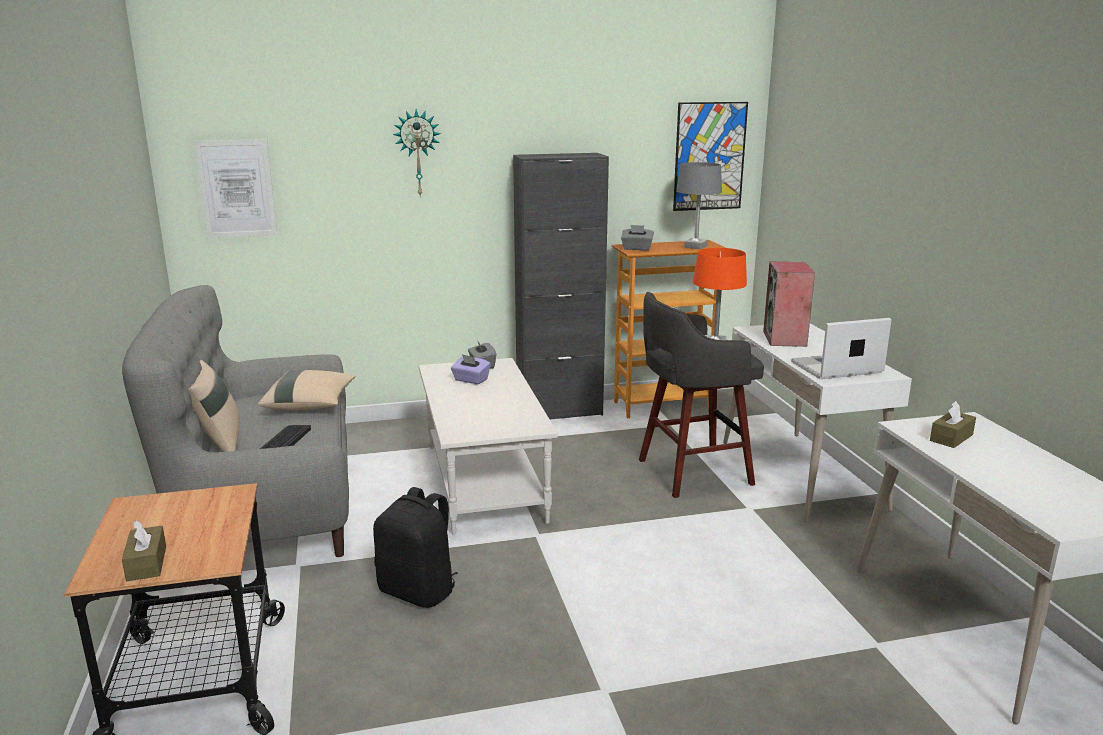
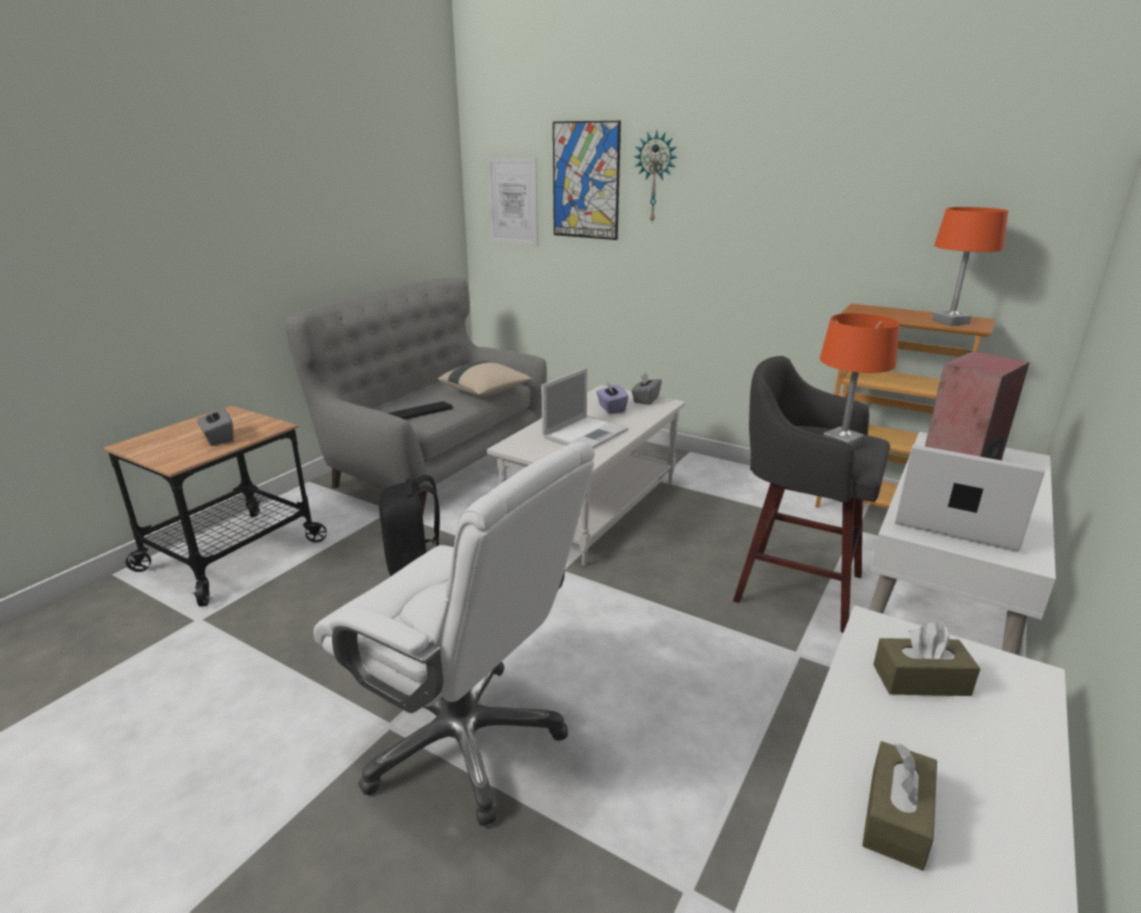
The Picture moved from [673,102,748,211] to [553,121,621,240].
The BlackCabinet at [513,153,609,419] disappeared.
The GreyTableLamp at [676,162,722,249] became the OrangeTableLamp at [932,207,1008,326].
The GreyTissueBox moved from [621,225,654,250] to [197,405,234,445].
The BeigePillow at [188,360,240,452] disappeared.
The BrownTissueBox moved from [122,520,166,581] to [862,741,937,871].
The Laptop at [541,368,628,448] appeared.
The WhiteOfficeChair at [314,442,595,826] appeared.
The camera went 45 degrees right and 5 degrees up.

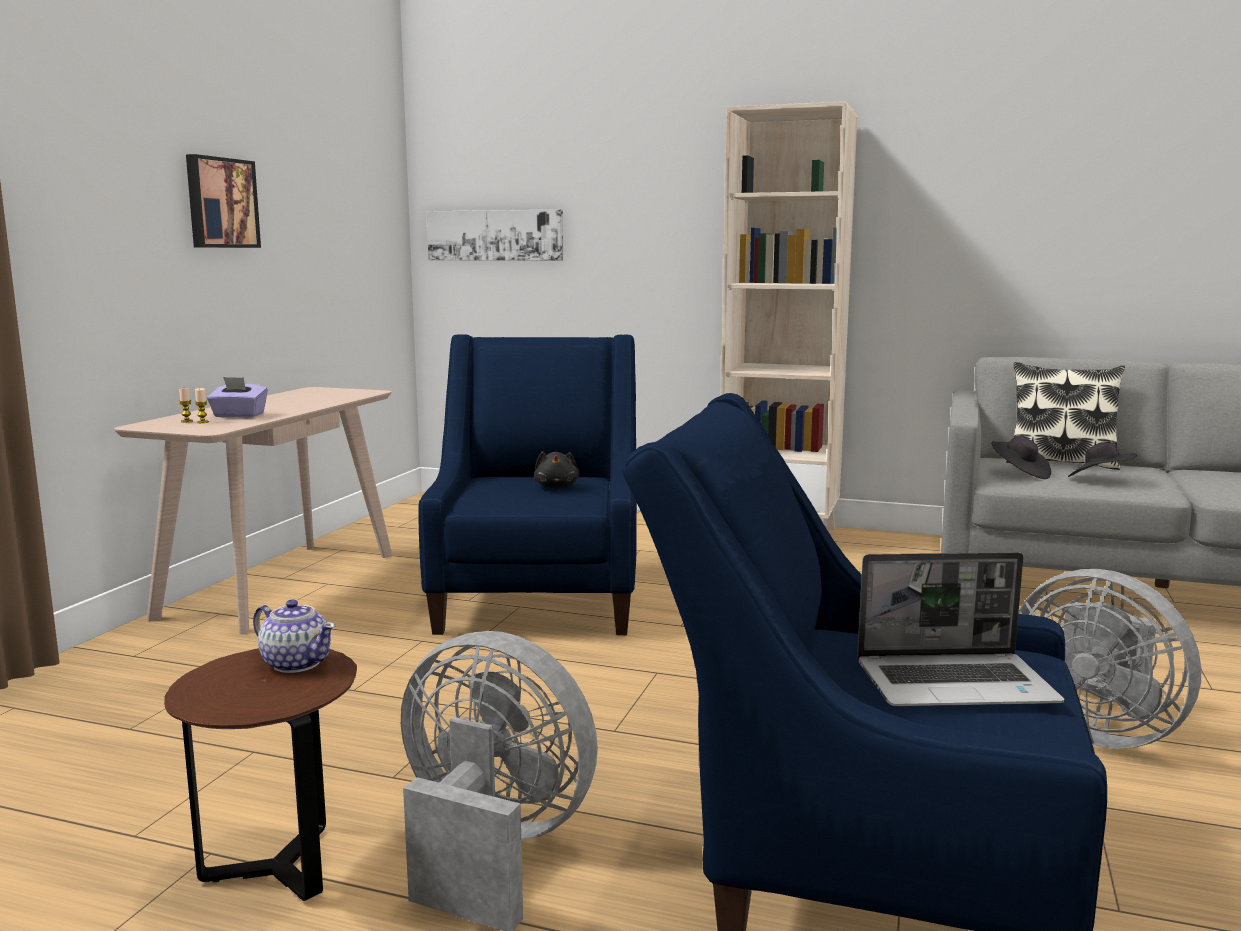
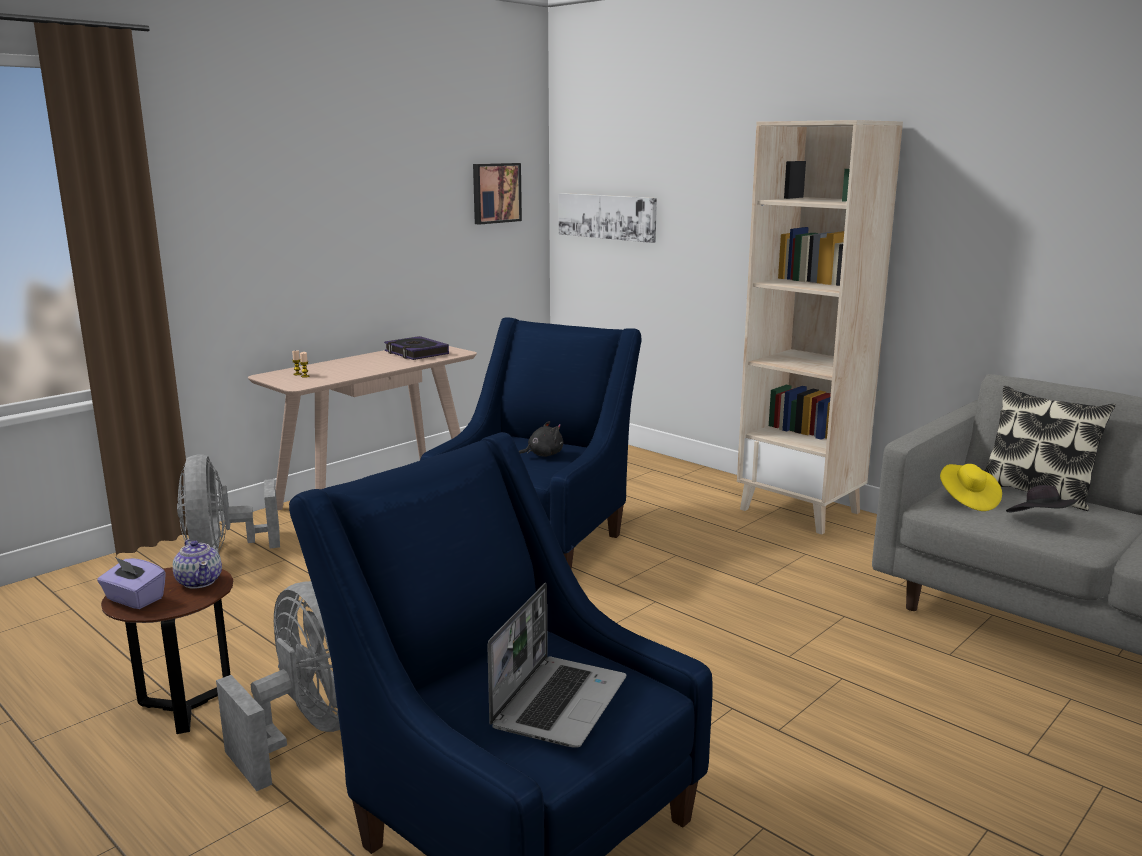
The Picture moved from [186,154,261,248] to [473,163,522,225].
The PurpleTissueBox moved from [207,377,268,418] to [97,557,166,609].
The BlackHat at [991,436,1051,479] became the YellowHat at [940,464,1002,511].
The BlackPlushToy at [534,451,579,489] turned 135 degrees counterclockwise.
The Laptop at [857,552,1064,706] turned 90 degrees counterclockwise.
The GreyFan moved from [1018,569,1202,749] to [177,454,280,553].
The Book at [384,336,449,360] appeared.
The camera went 25 degrees right and 5 degrees up.

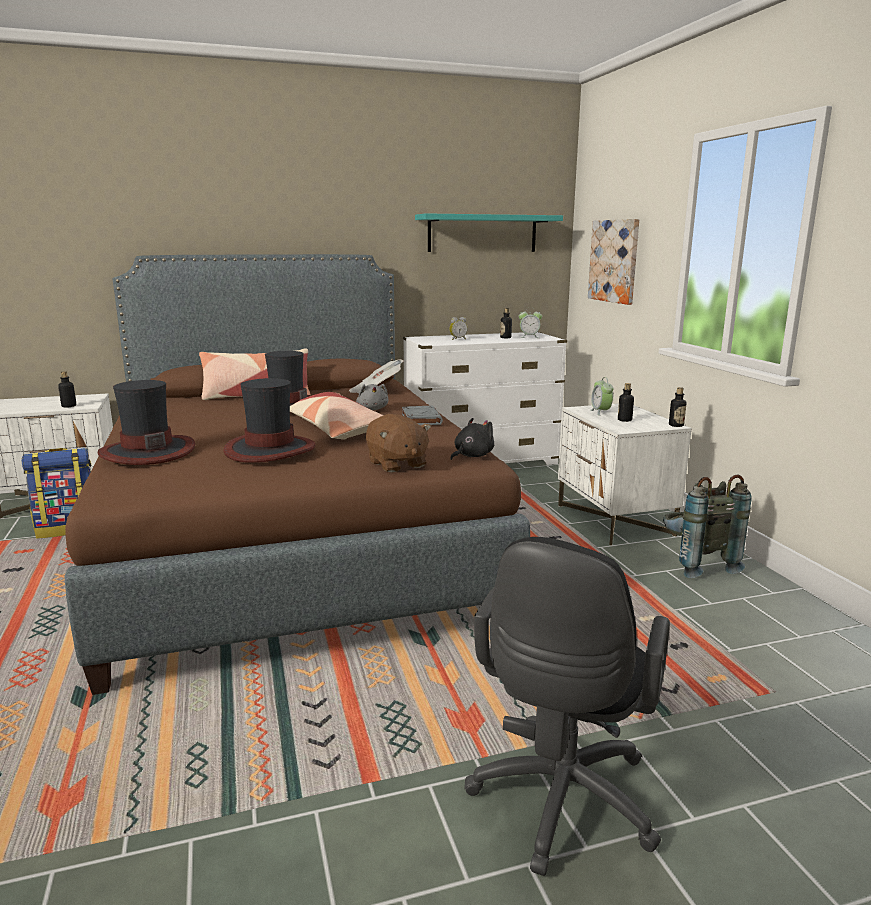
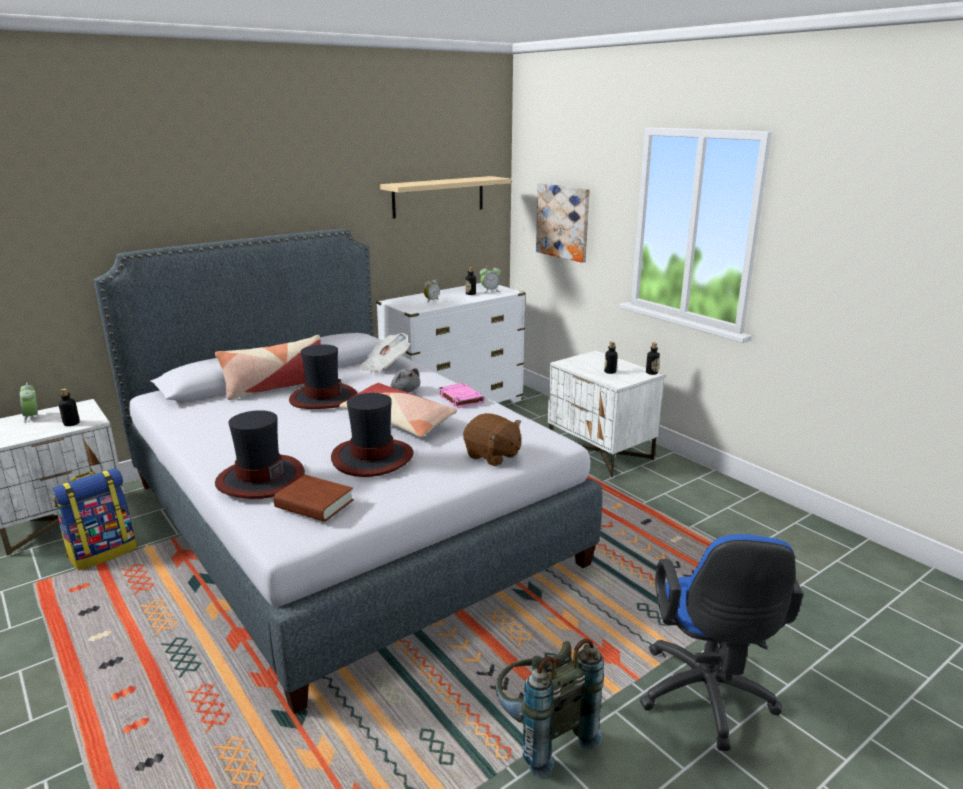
The TurquoiseShelf at [415,213,563,252] became the BeigeShelf at [380,176,511,219].
The BrownBed at [65,254,530,695] became the GreyBed at [93,229,602,714].
The AlarmClock moved from [590,377,613,416] to [20,383,38,423].
The GreyBook at [402,406,443,426] became the PinkBook at [438,383,485,408].
The BlackPlushToy at [450,418,494,460] disappeared.
The GreyBackpack moved from [663,475,752,578] to [495,639,604,778].
The BlackOfficeChair at [465,537,670,876] became the BlueOfficeChair at [640,534,803,751].
The BrownBook at [273,475,354,522] appeared.
The camera went 20 degrees left and 5 degrees up.

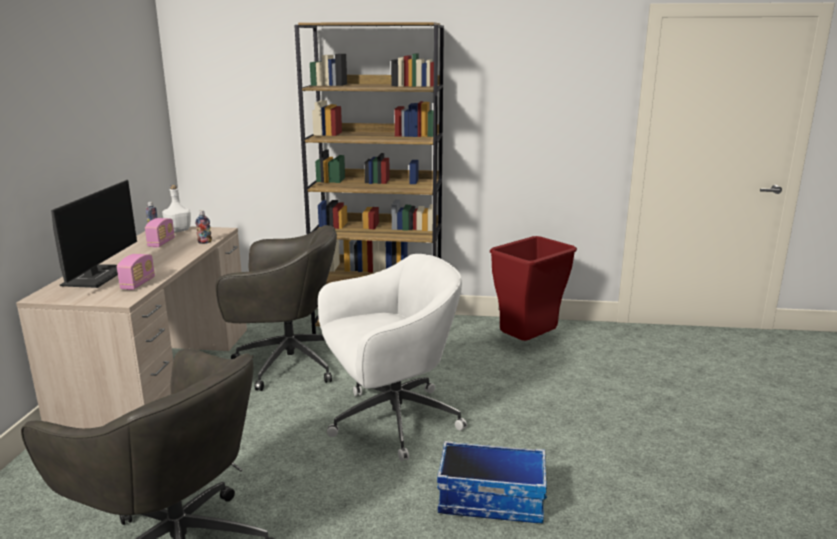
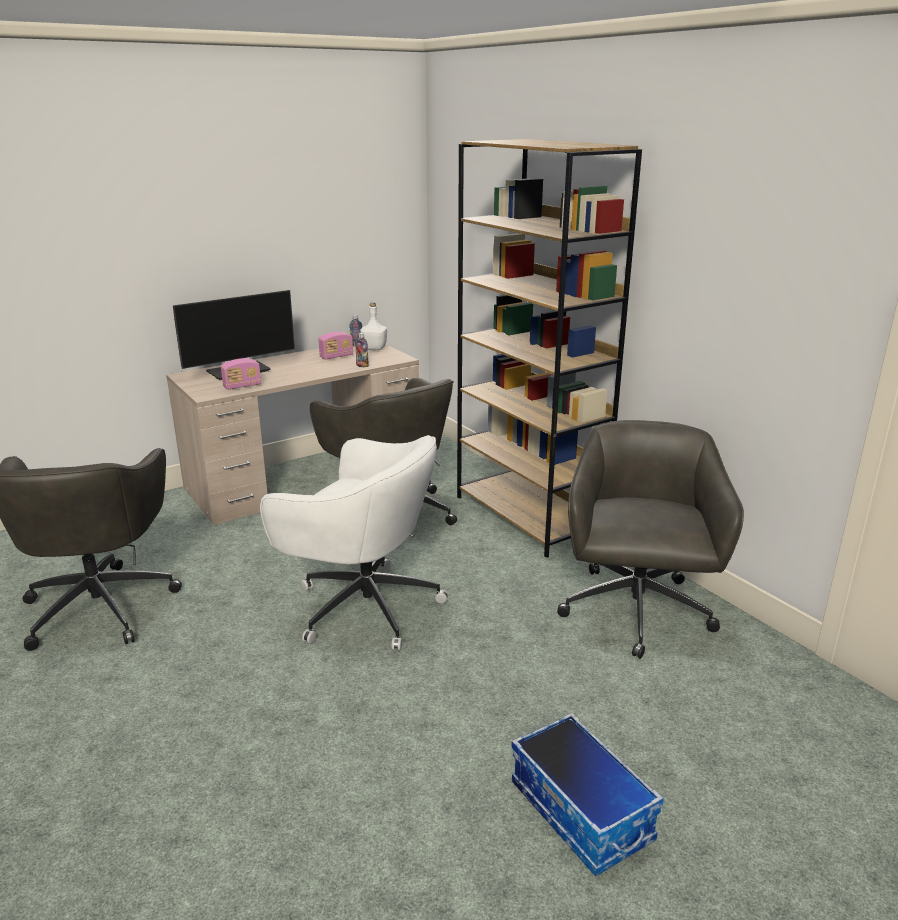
The RedTrashCan at [490,236,577,341] was replaced by the GreyOfficeChair at [557,420,744,659].
The StorageBox moved from [437,441,547,523] to [511,713,664,876].
The camera went 50 degrees right and 5 degrees up.

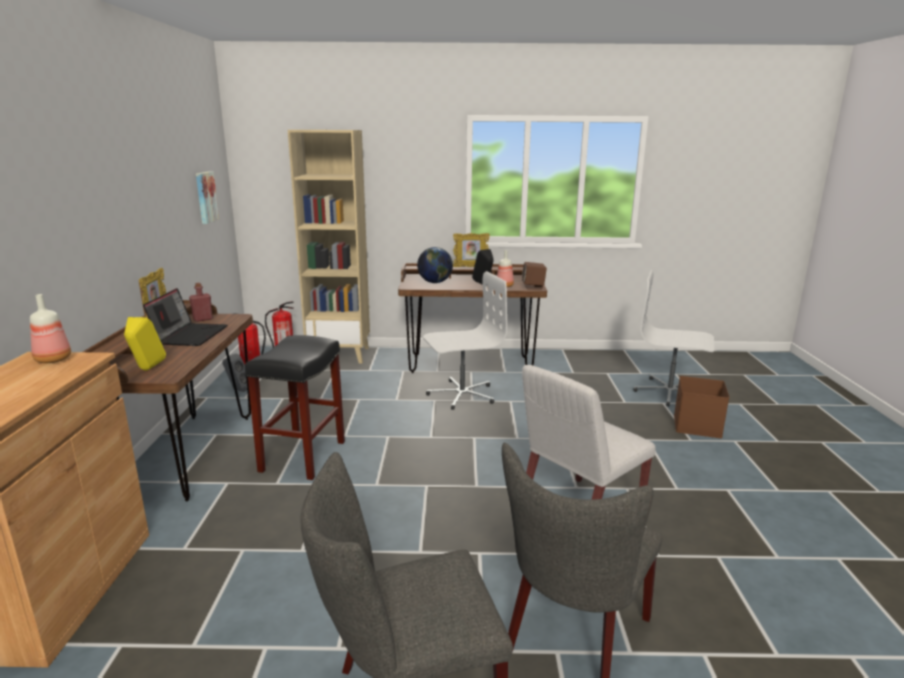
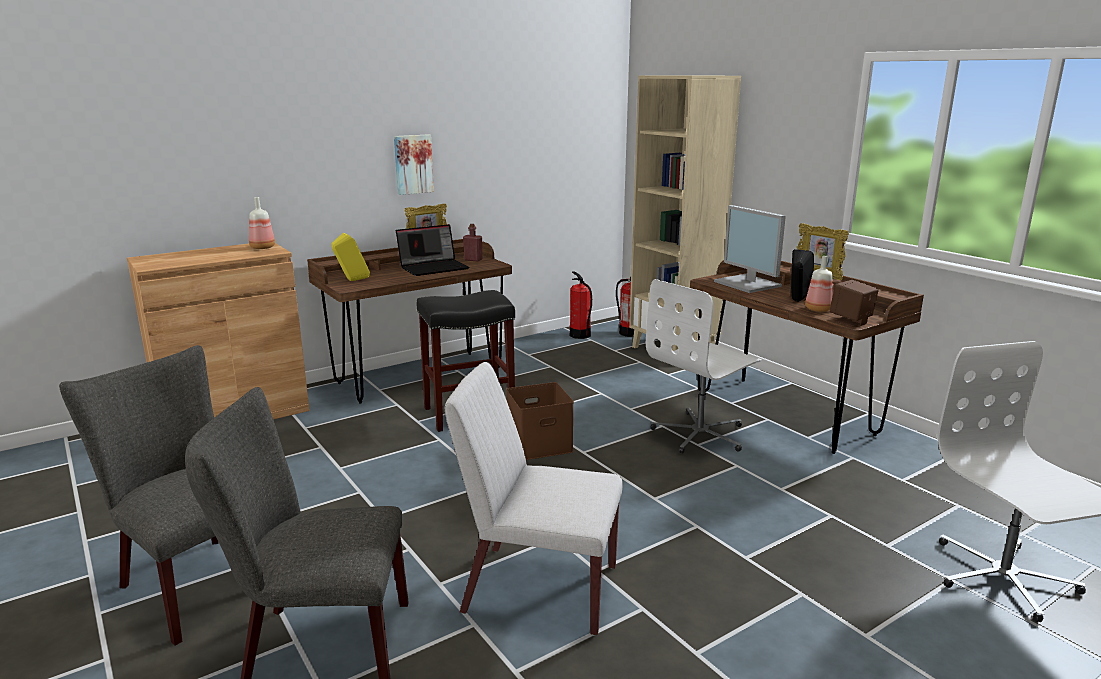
The Picture moved from [196,171,219,224] to [394,134,434,195].
The Globe at [417,247,453,283] was replaced by the Monitor at [714,205,786,293].
The WhiteOfficeChair at [423,271,507,410] turned 105 degrees clockwise.
The GreySpeaker at [222,353,247,392] disappeared.
The BrownStorageBox moved from [674,376,729,438] to [506,382,574,460].
The camera went 55 degrees right and 0 degrees up.

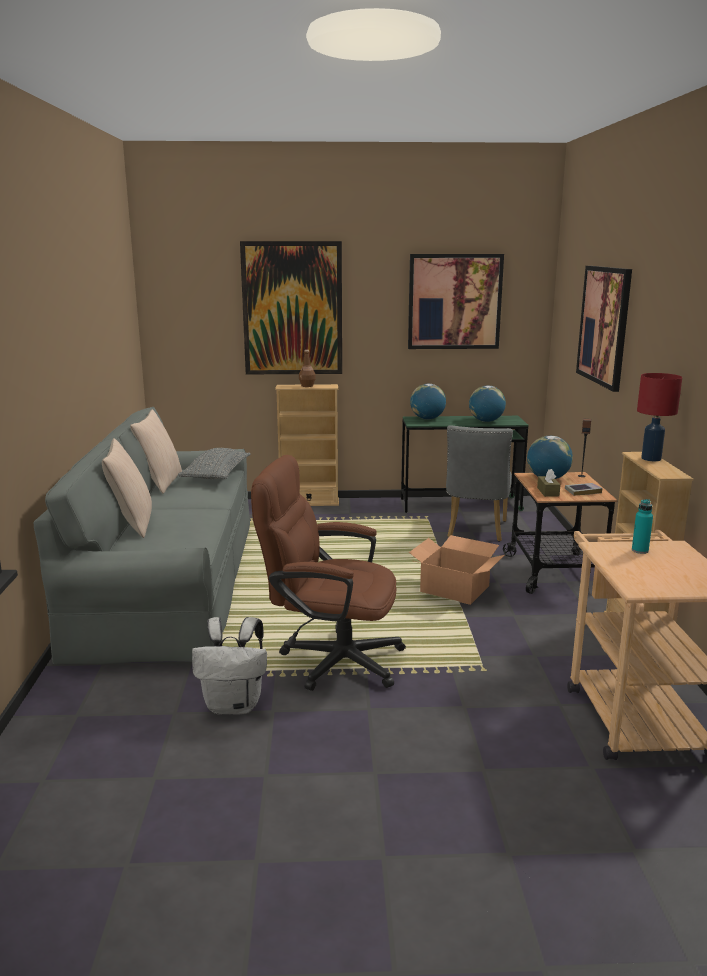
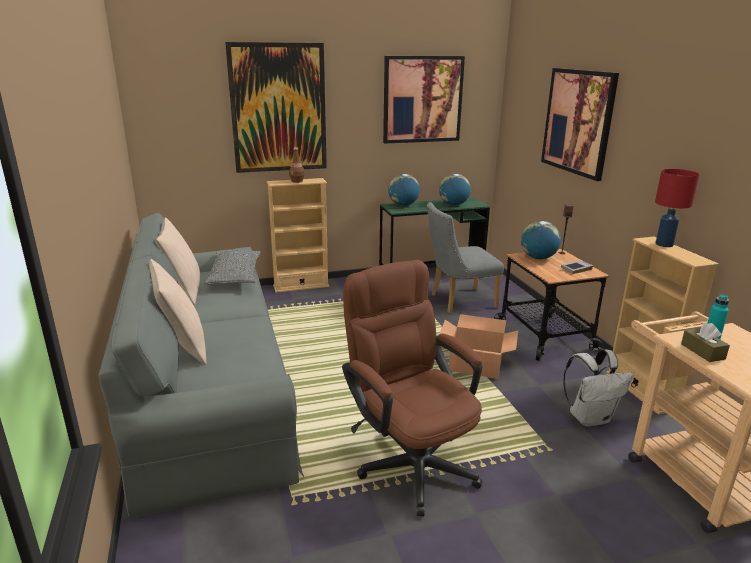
The GreyChair at [446,425,513,542] turned 75 degrees clockwise.
The BrownOfficeChair at [251,455,406,691] turned 60 degrees clockwise.
The BrownTissueBox moved from [537,469,560,497] to [681,322,730,362].
The WhiteBackpack moved from [192,617,267,714] to [563,349,634,427].
The camera went 15 degrees left and 5 degrees up.

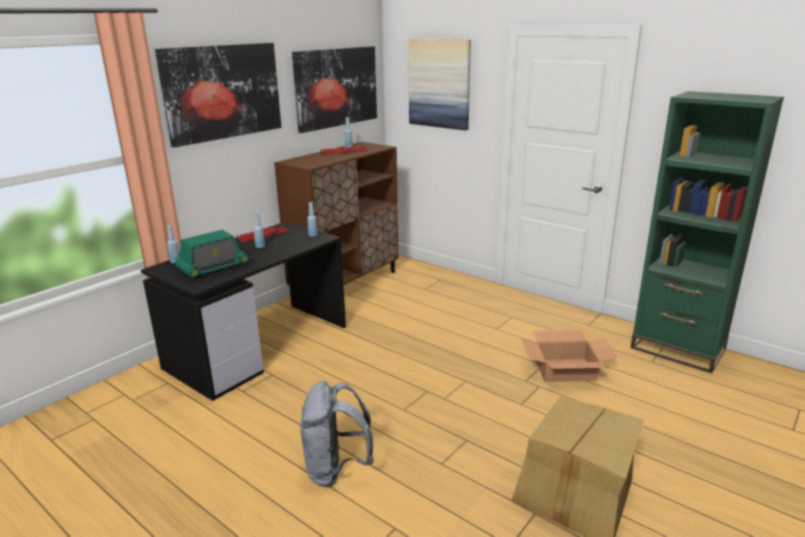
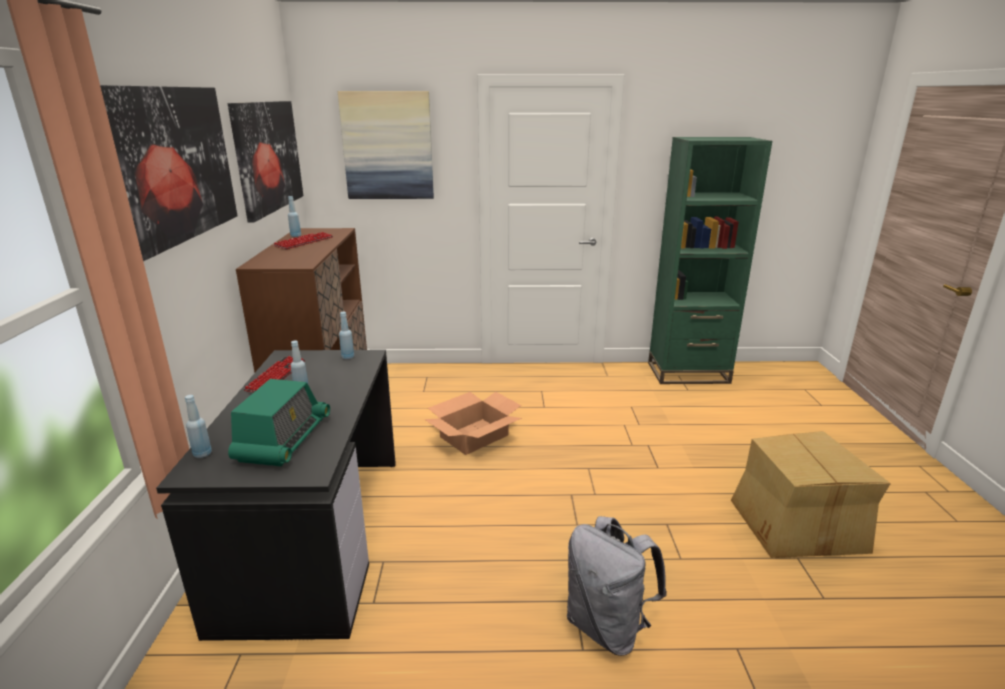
The CardboardBox moved from [521,330,618,382] to [424,392,522,455].
The camera went 40 degrees left and 0 degrees up.

